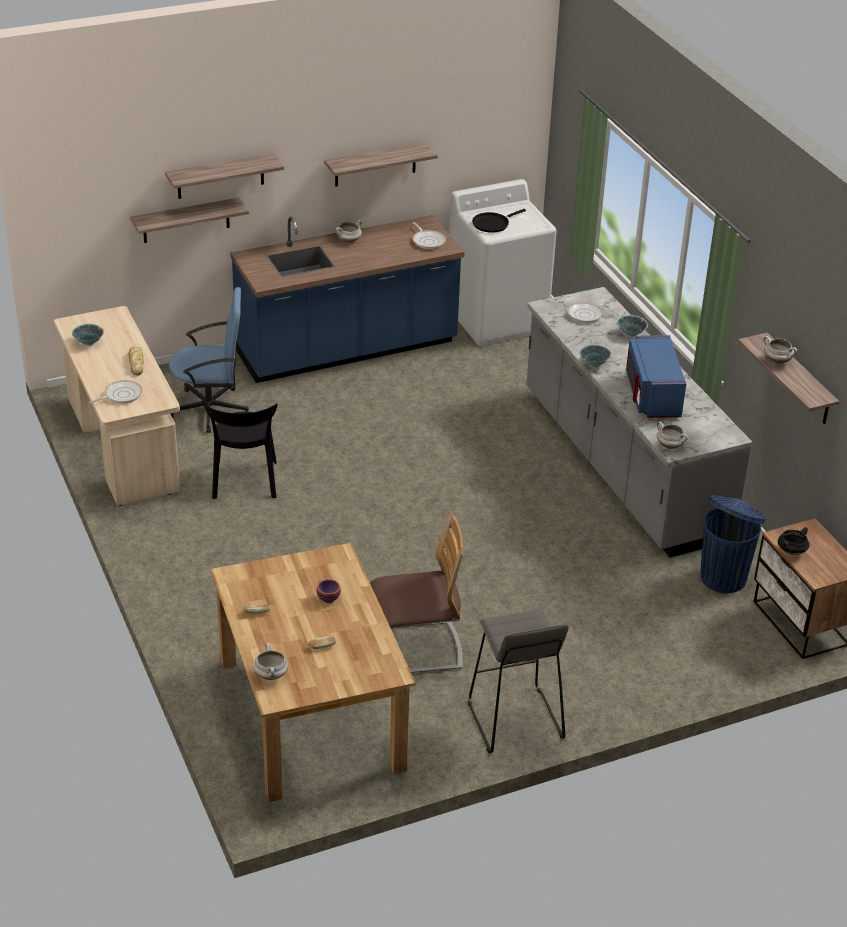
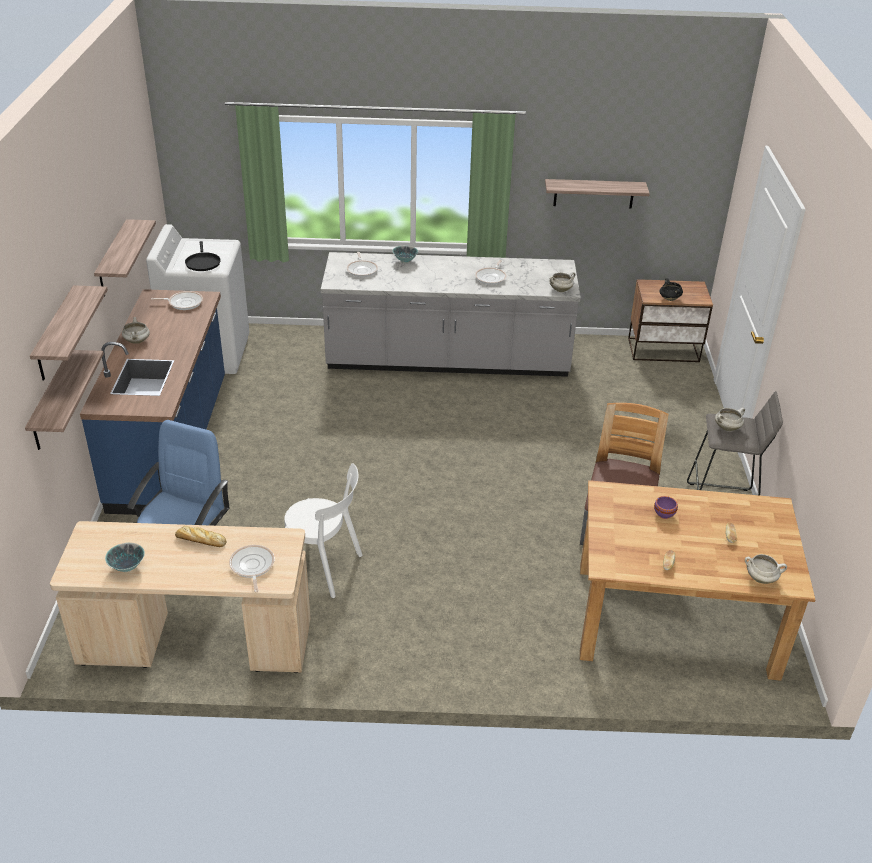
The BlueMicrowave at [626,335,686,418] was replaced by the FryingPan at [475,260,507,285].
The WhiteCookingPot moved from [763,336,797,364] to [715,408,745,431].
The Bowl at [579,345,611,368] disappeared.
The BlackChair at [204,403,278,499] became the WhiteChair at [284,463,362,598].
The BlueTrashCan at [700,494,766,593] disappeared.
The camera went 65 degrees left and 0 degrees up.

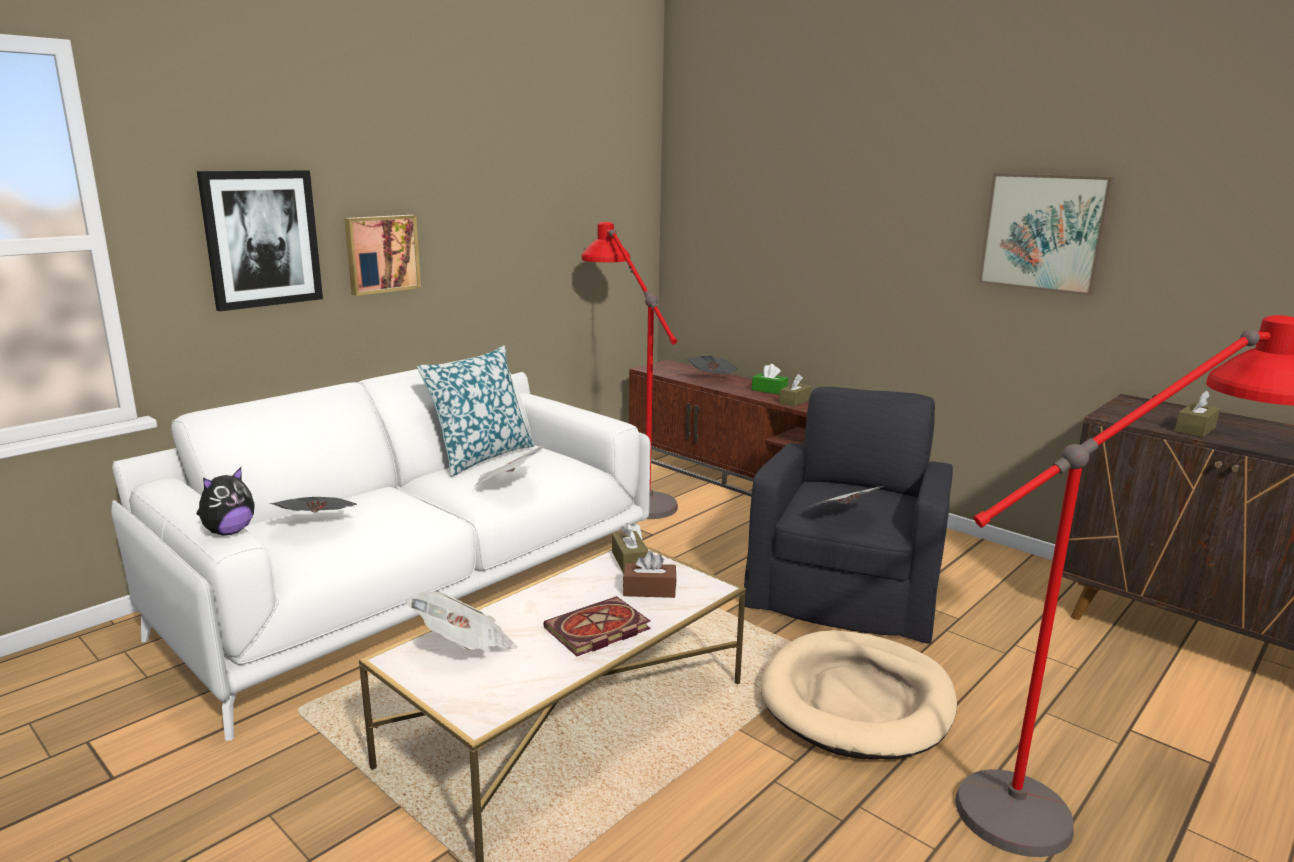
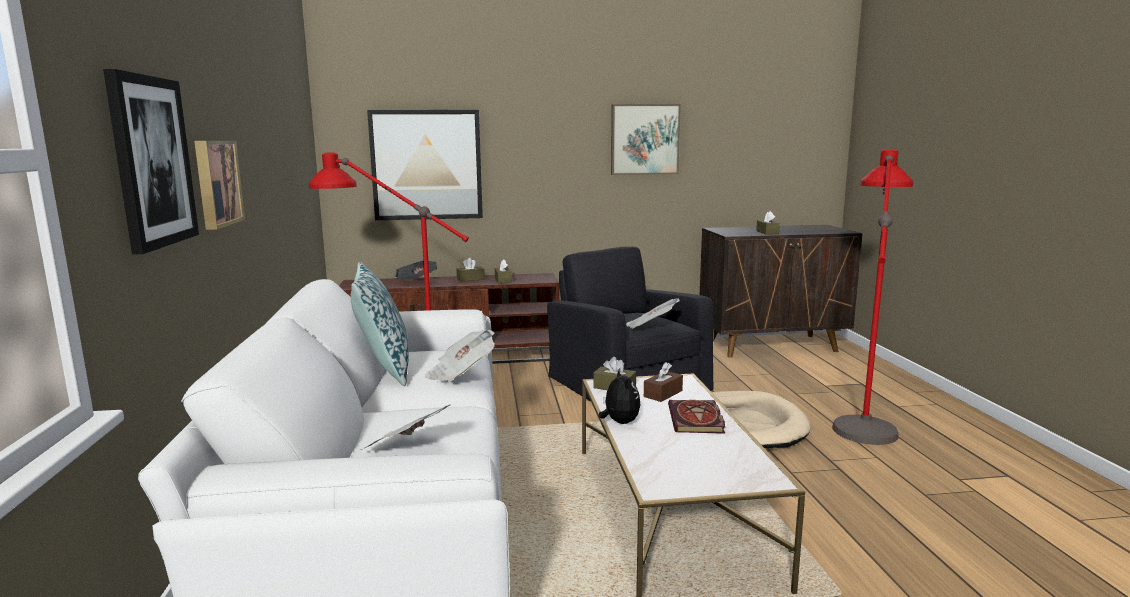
The GreenTissueBox at [752,364,788,394] became the BrownTissueBox at [456,258,485,282].
The PlushToy moved from [197,467,255,536] to [599,368,641,424].
The Newspaper at [406,592,518,652] disappeared.
The Picture at [367,110,483,220] appeared.
The camera went 50 degrees left and 5 degrees down.

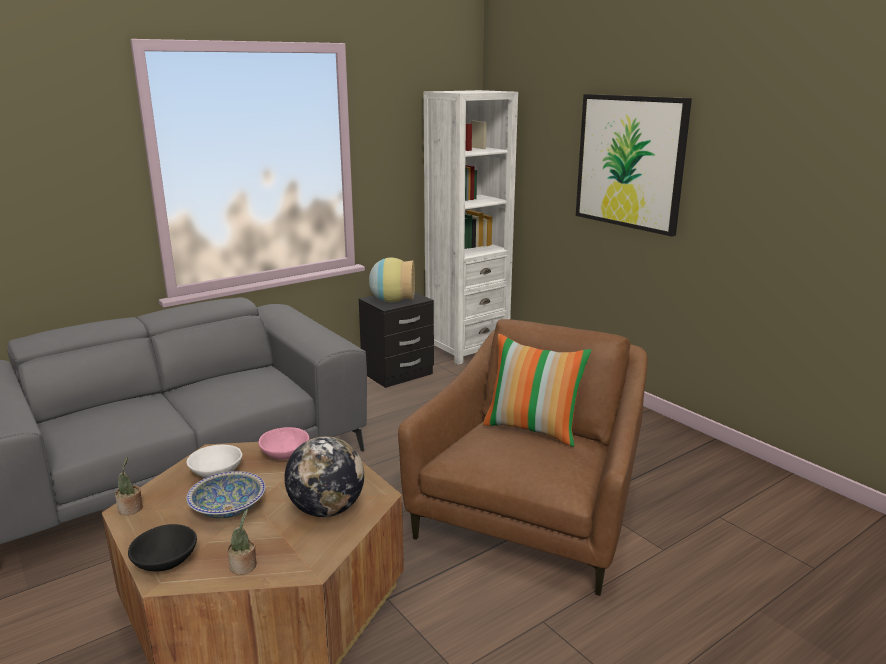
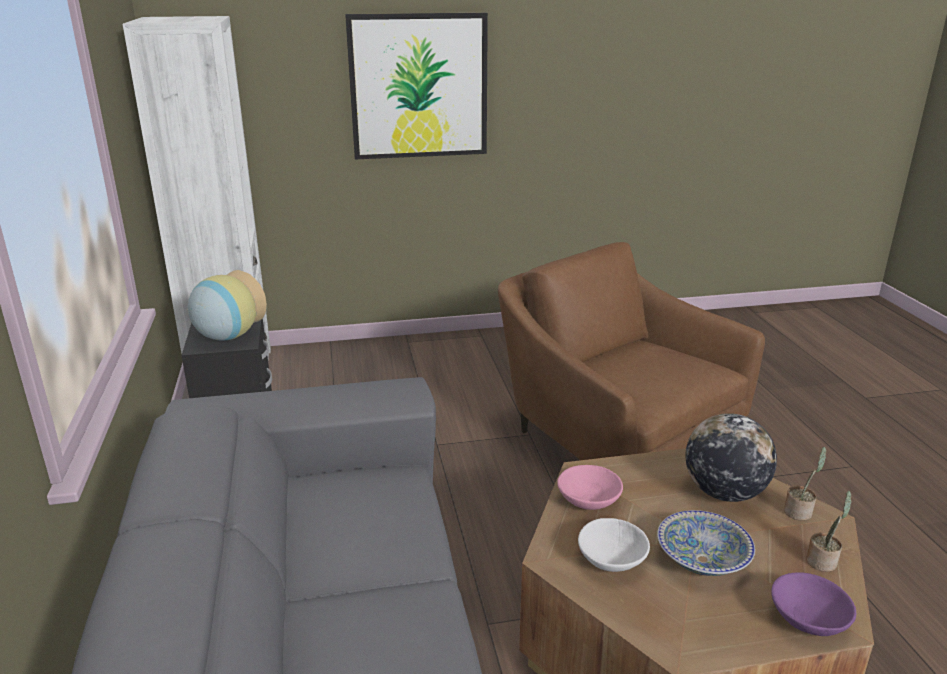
The Pillow at [483,334,592,447] disappeared.
The PottedPlant moved from [115,457,143,515] to [784,447,826,521].
The BlackBowl at [128,524,197,571] became the PurpleBowl at [771,572,856,636].
The camera went 65 degrees left and 5 degrees up.

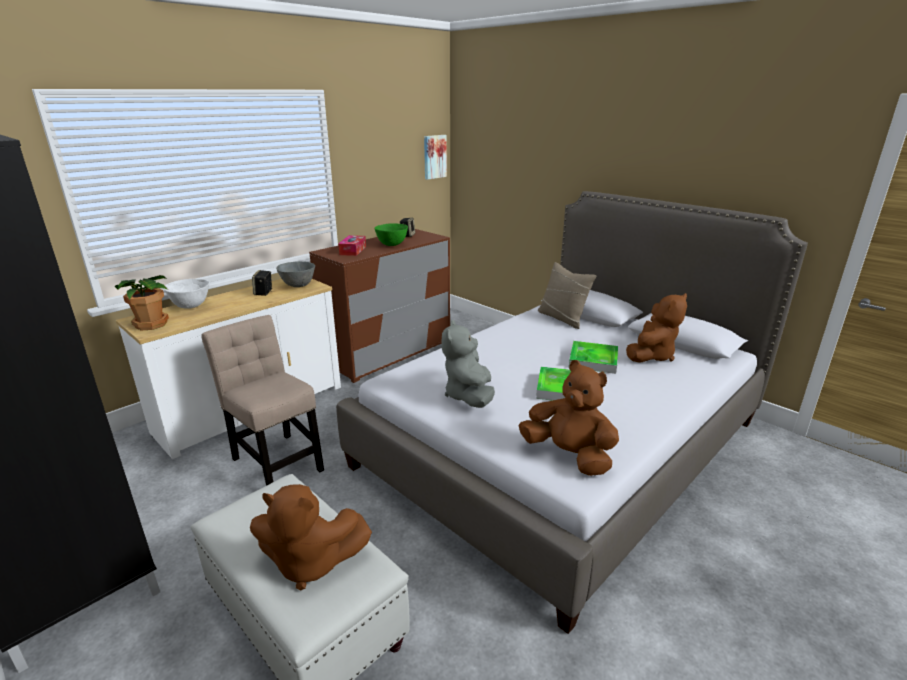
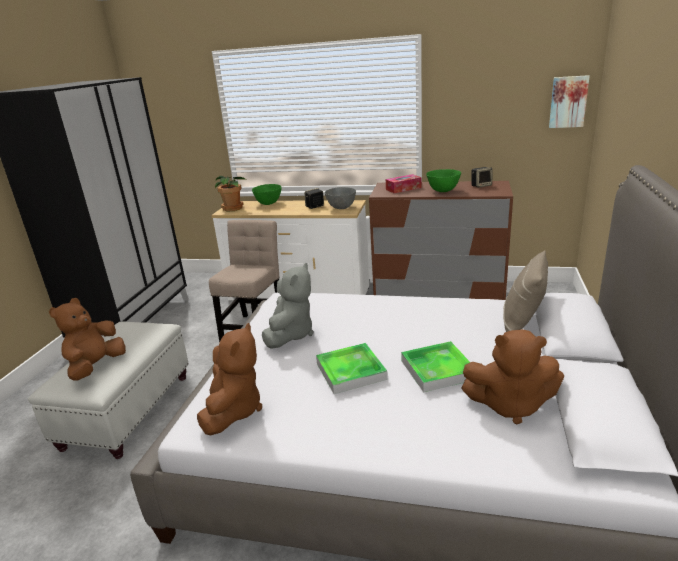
The WhiteBowl at [163,279,209,309] became the GreenBowl at [252,184,282,205].
The GreyPlushToy at [441,320,495,408] turned 135 degrees clockwise.
The BrownPlushToy at [250,484,372,590] turned 45 degrees clockwise.
The camera went 60 degrees right and 0 degrees up.

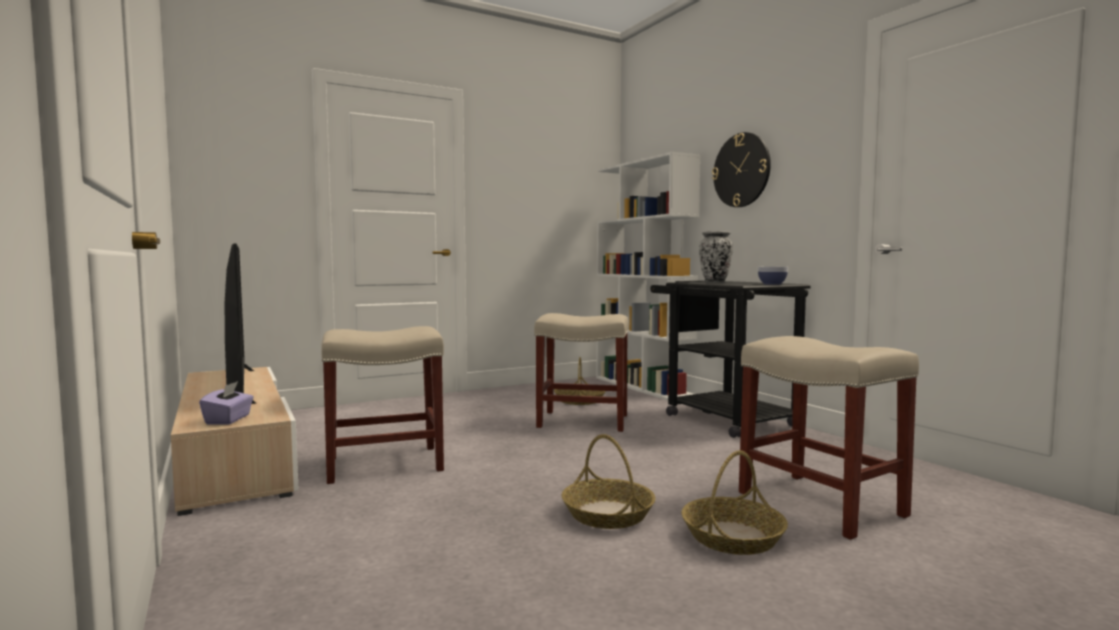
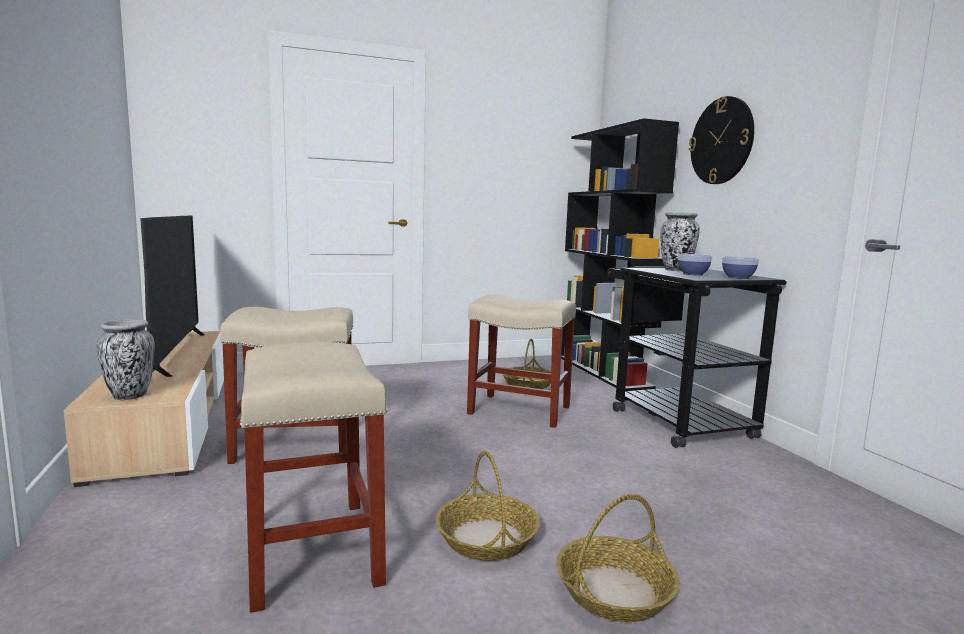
The WhiteBookcase at [596,152,700,401] became the BlackBookcase at [561,118,679,391].
The BeigeStool moved from [739,336,919,540] to [240,342,387,613].
The PurpleTissueBox at [199,381,254,425] was replaced by the Vase at [96,319,155,400].
The Bowl at [678,254,712,276] appeared.
The camera went 10 degrees right and 5 degrees up.

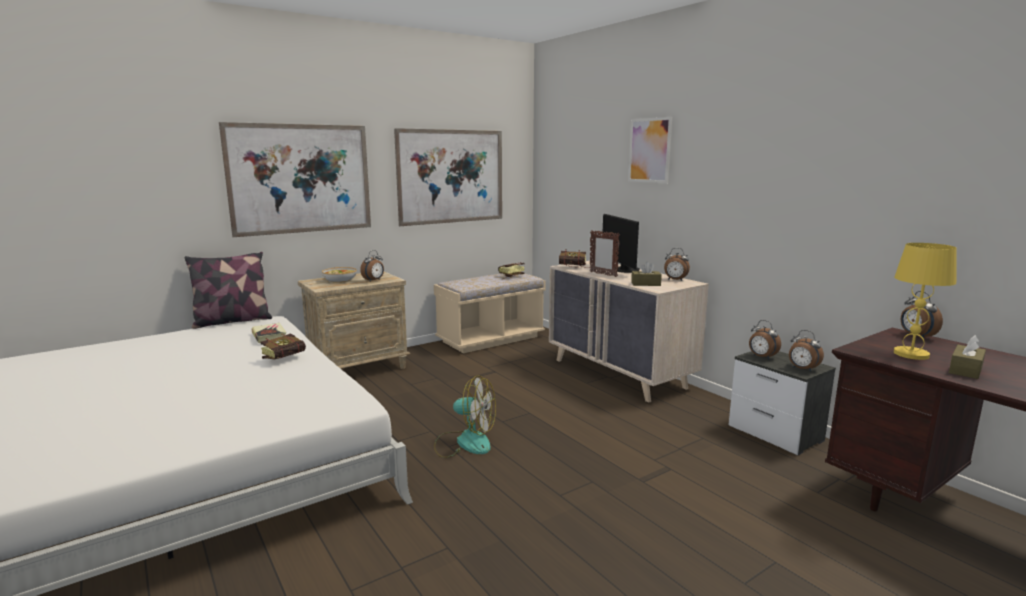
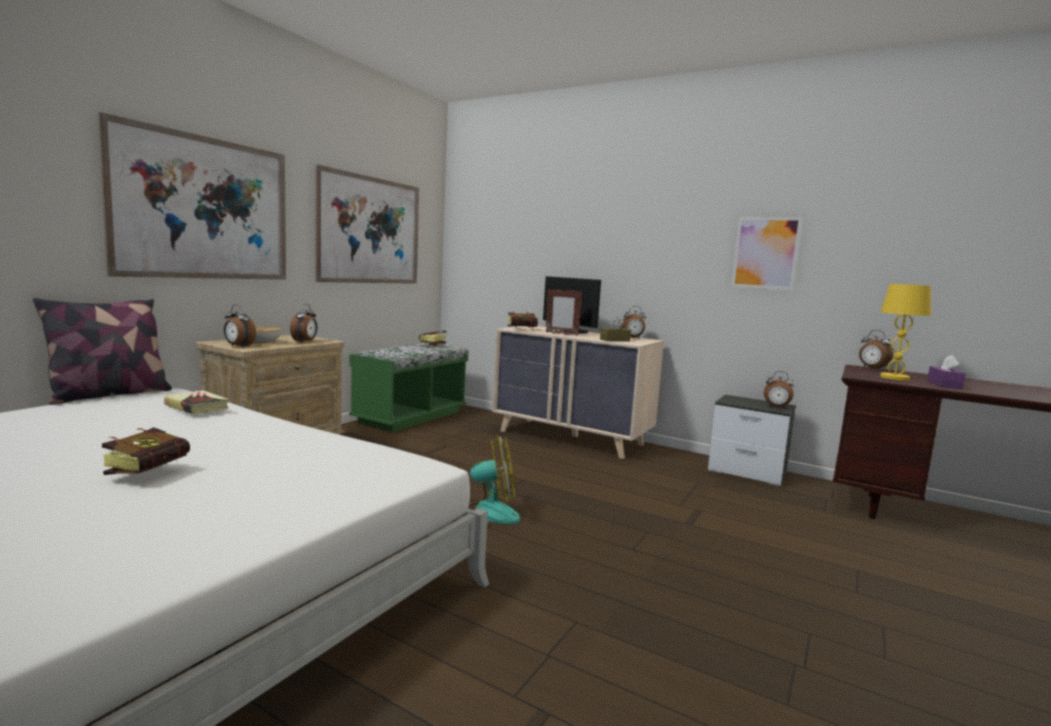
The Picture moved from [628,117,672,183] to [731,217,803,290].
The BeigeBench at [434,274,545,353] became the GreenBench at [349,343,469,431].
The AlarmClock moved from [749,320,781,359] to [224,305,256,348].
The Book moved from [261,333,306,360] to [102,427,190,475].
The BrownTissueBox at [949,335,986,379] became the PurpleTissueBox at [927,355,966,389].
The camera went 25 degrees left and 5 degrees down.

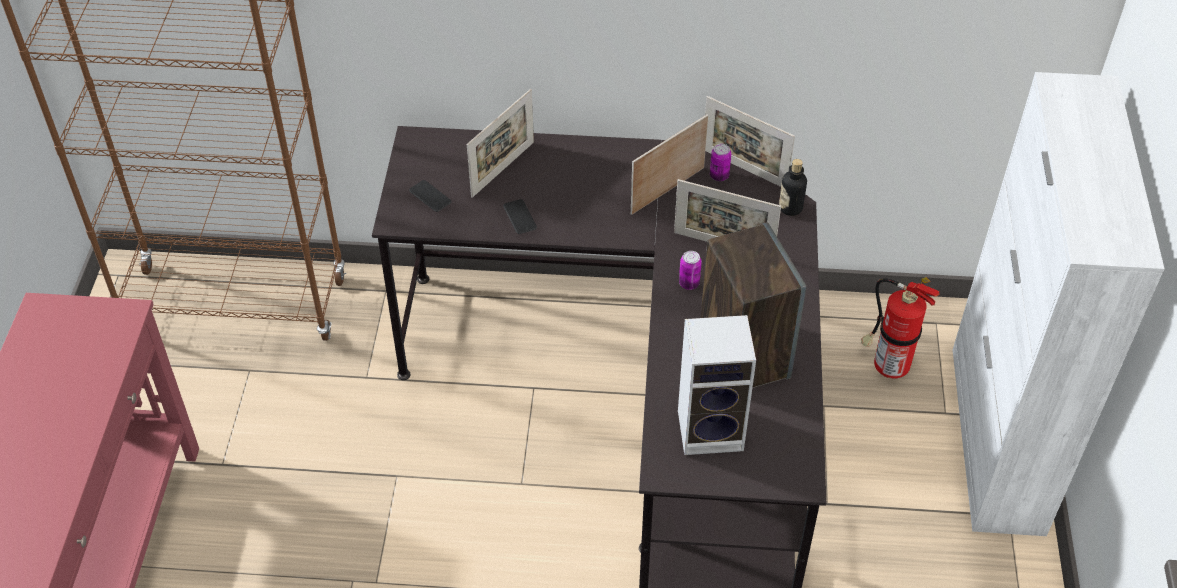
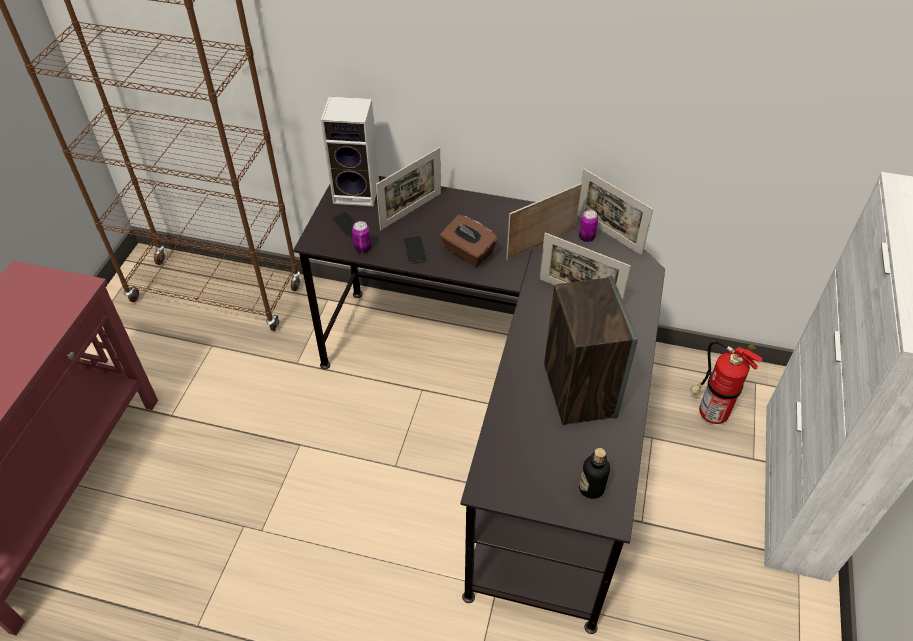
The Bottle moved from [779,159,807,216] to [579,448,610,499].
The Can moved from [679,251,702,290] to [352,221,371,254].
The Speaker moved from [678,315,756,455] to [321,96,379,206].
The BrownTissueBox at [440,215,498,267] appeared.
The camera went 10 degrees right and 0 degrees up.

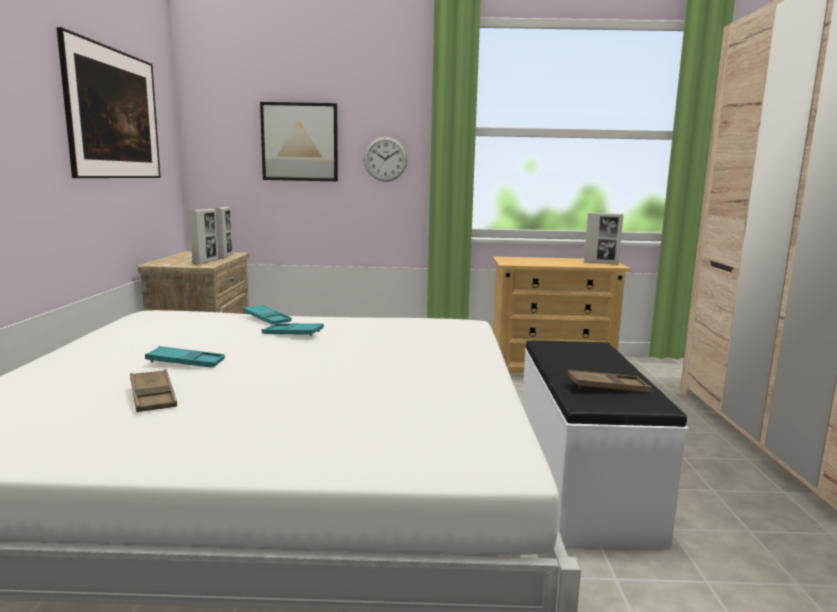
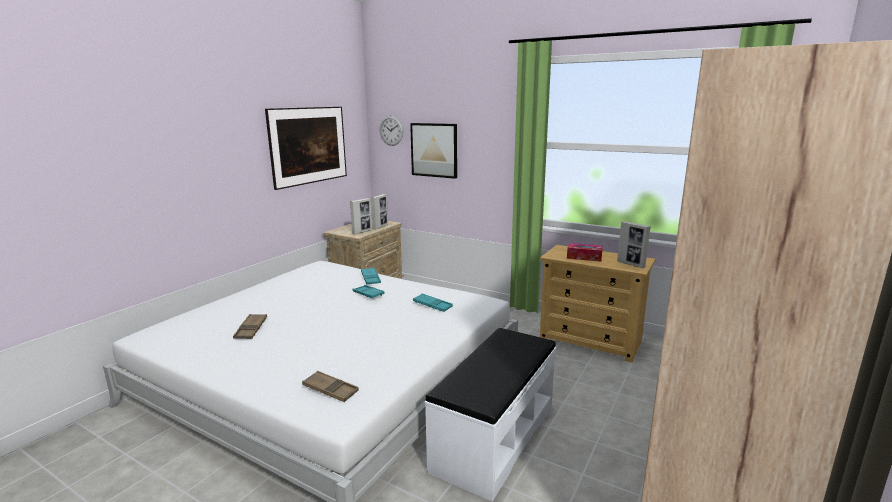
The WallClock moved from [364,137,408,182] to [380,116,404,146].
The TurquoiseTray moved from [145,346,225,368] to [413,293,453,312].
The BrownTray moved from [567,370,652,392] to [302,371,359,402].
The TissueBox at [567,243,603,262] appeared.
The camera went 30 degrees right and 5 degrees up.

